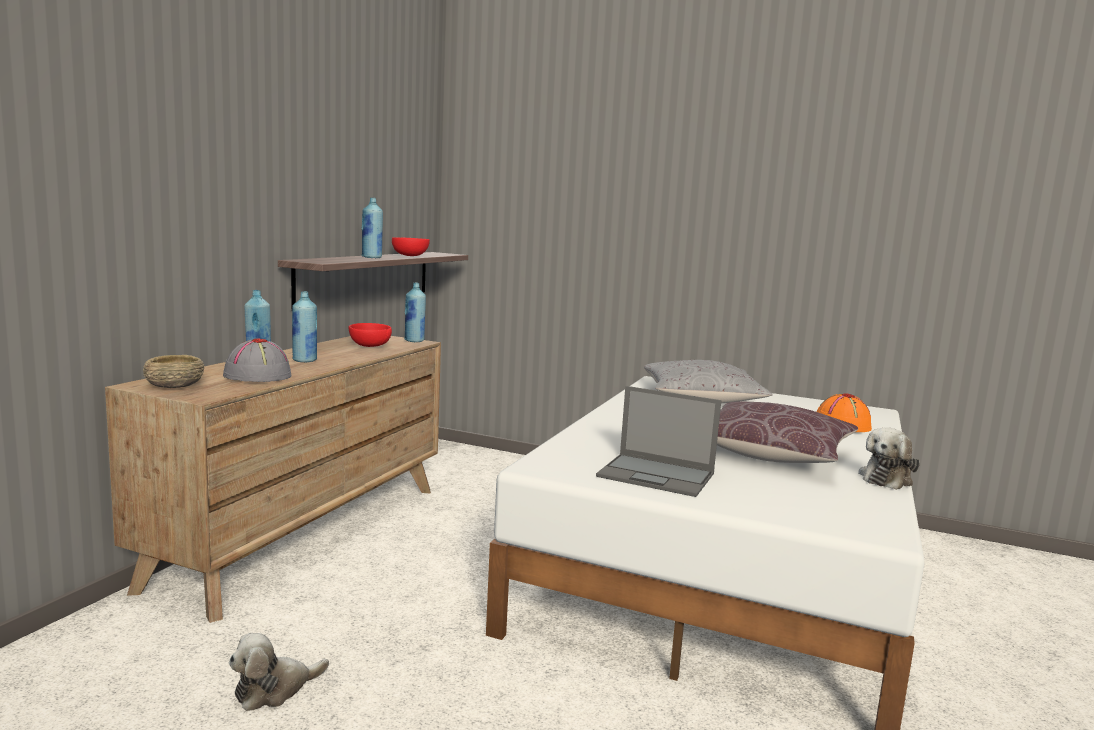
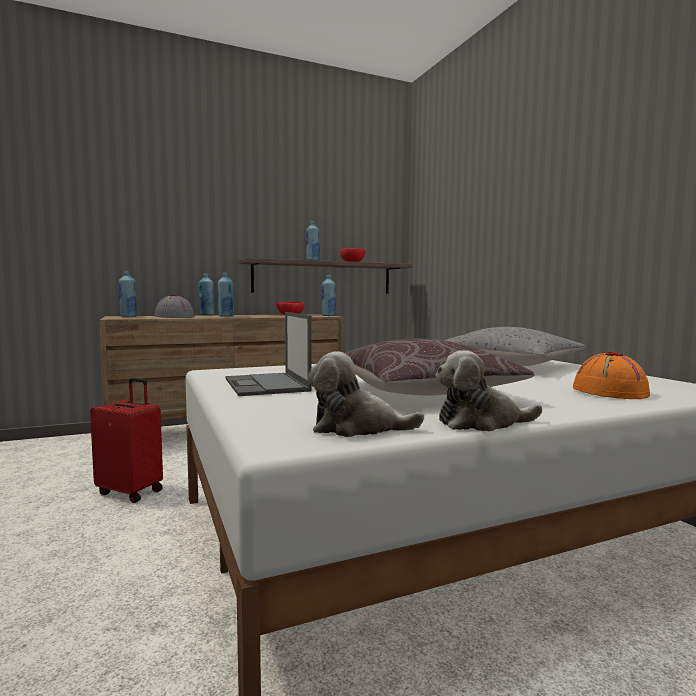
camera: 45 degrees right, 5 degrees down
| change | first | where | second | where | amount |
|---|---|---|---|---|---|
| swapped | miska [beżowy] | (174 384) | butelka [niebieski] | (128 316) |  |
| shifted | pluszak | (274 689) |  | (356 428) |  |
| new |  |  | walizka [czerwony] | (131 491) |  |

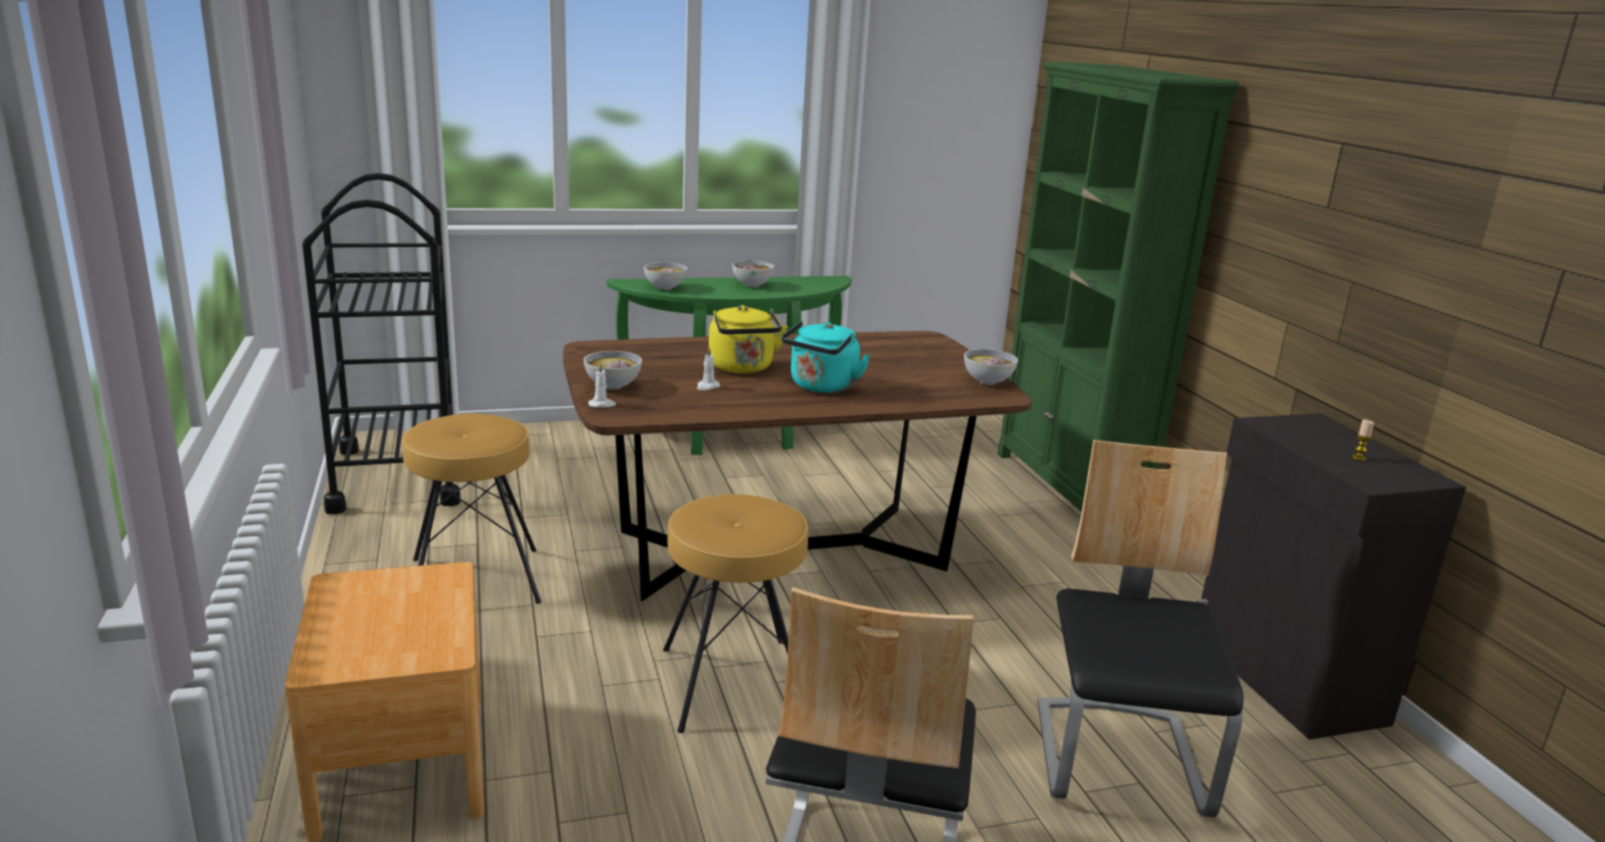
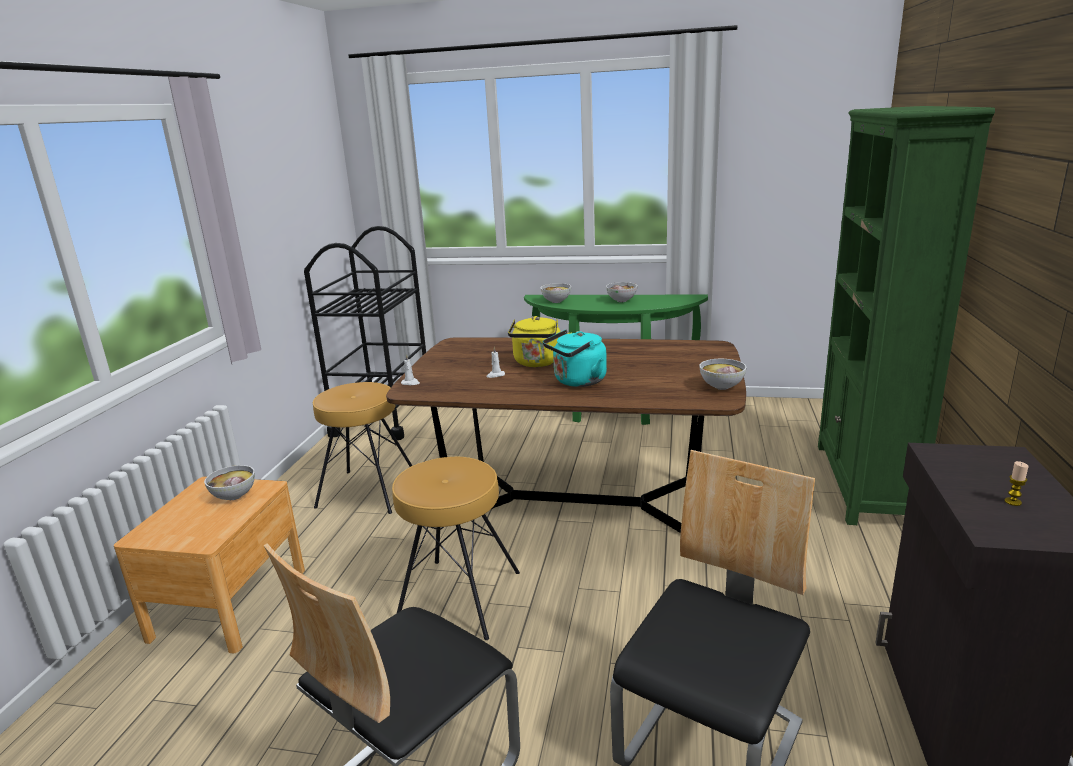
camera: 30 degrees right, 0 degrees up
| change | first | where | second | where | amount |
|---|---|---|---|---|---|
| shifted | miska | (612 386) |  | (234 496) |  |

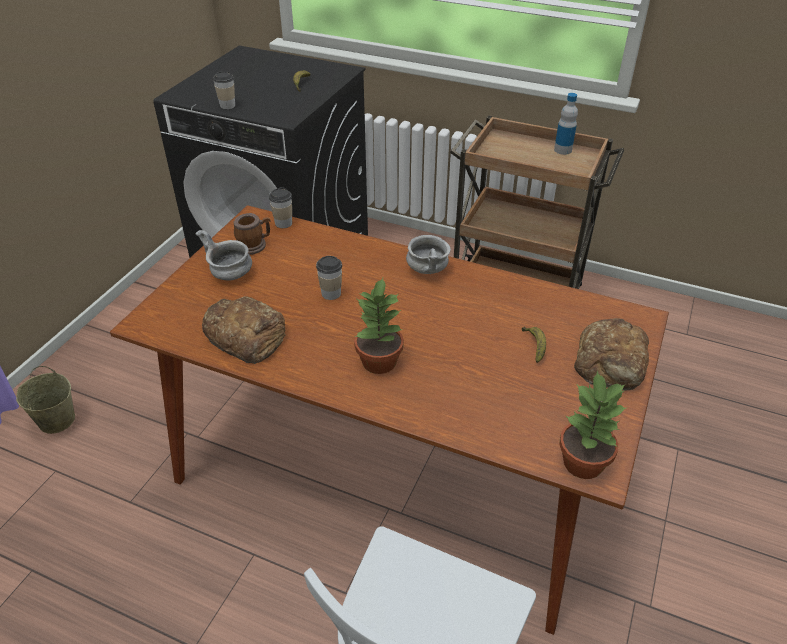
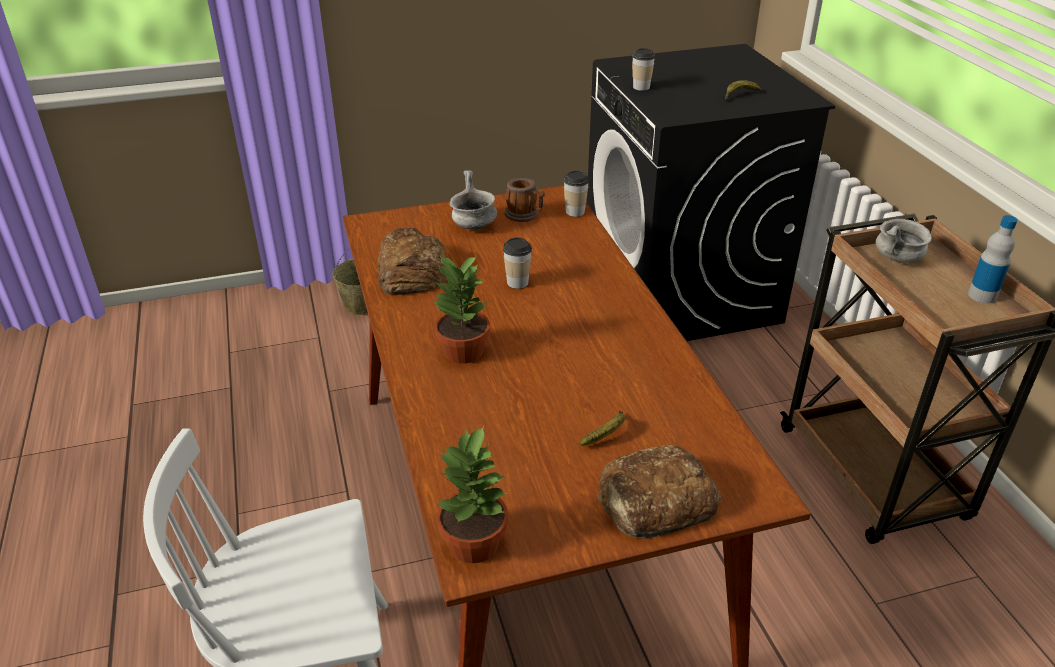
camera: 50 degrees right, 5 degrees down
| change | first | where | second | where | amount |
|---|---|---|---|---|---|
| shifted | miska [szary] | (428 270) |  | (897 259) |  |

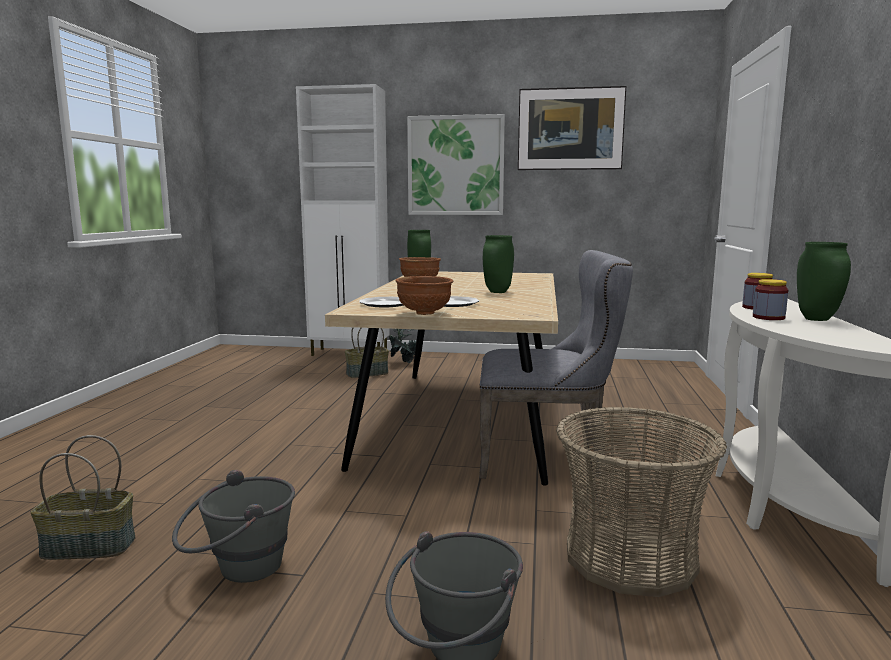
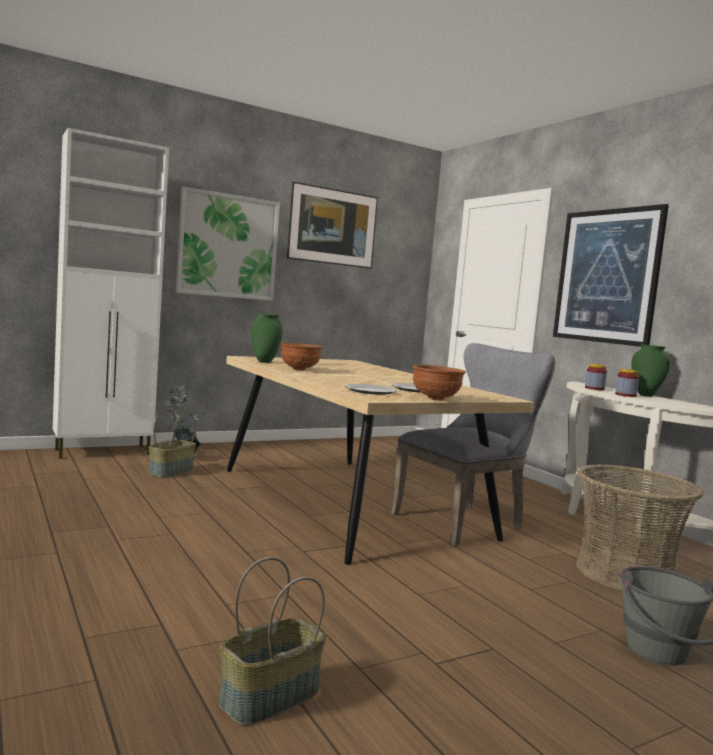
camera: 40 degrees left, 5 degrees down
| change | first | where | second | where | amount |
|---|---|---|---|---|---|
| gone | wiadro [szary] | (238 569) |  |  |  |
| gone | wazon [zielony] | (497 292) |  |  |  |
| new |  |  | obraz | (607 276) |  |

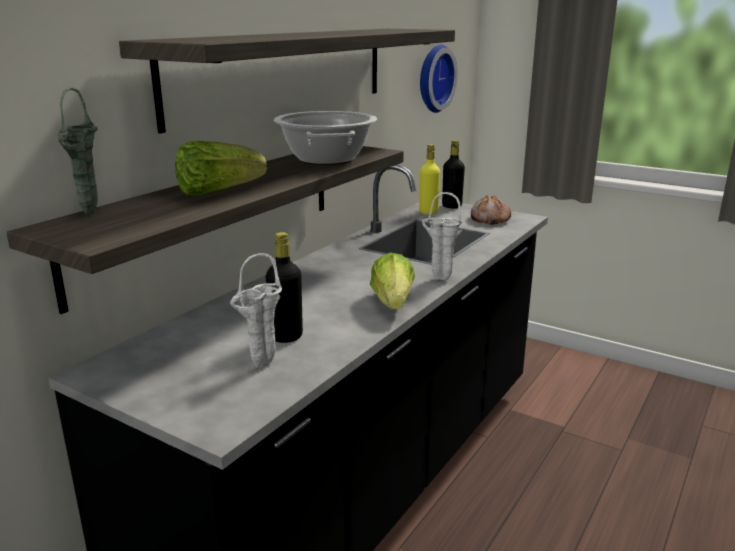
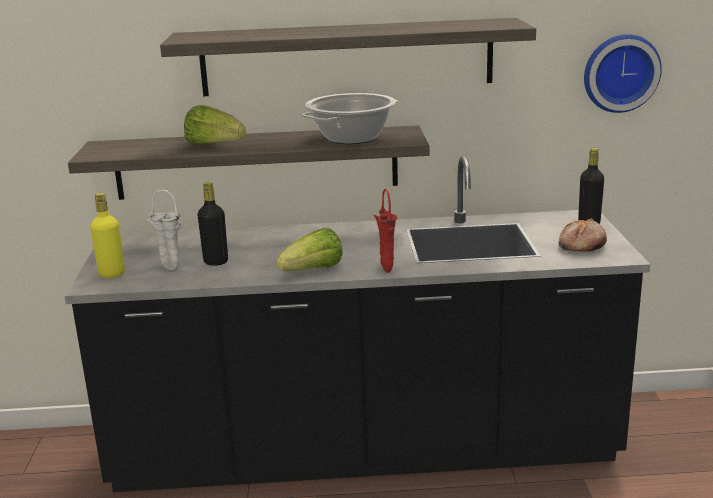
camera: 55 degrees right, 0 degrees up
| change | first | where | second | where | amount |
|---|---|---|---|---|---|
| gone | wazon [zielony] | (89 214) |  |  |  |
| shifted | butelka [żółty] | (428 212) |  | (112 274) |  |
| repainted | wazon [biały] | (439 279) | wazon [czerwony] | (386 270) |  |

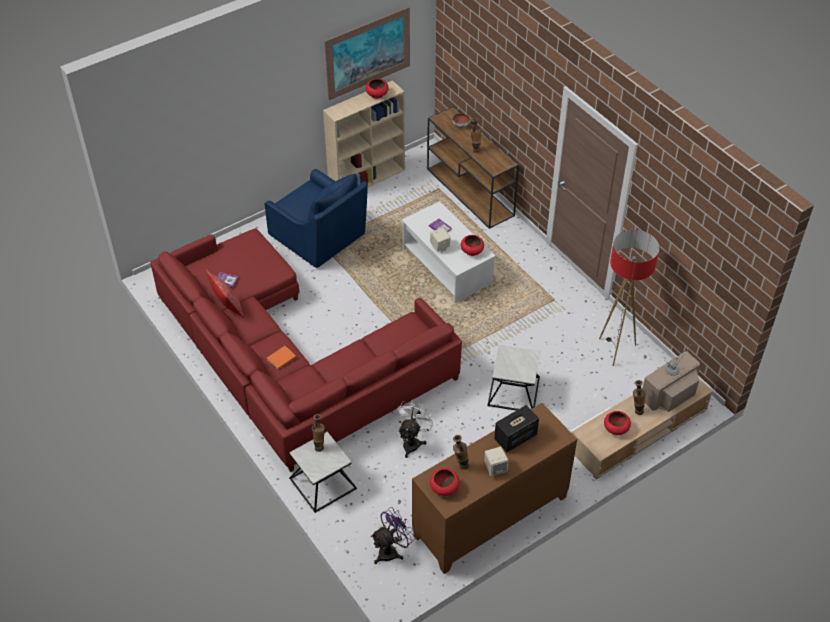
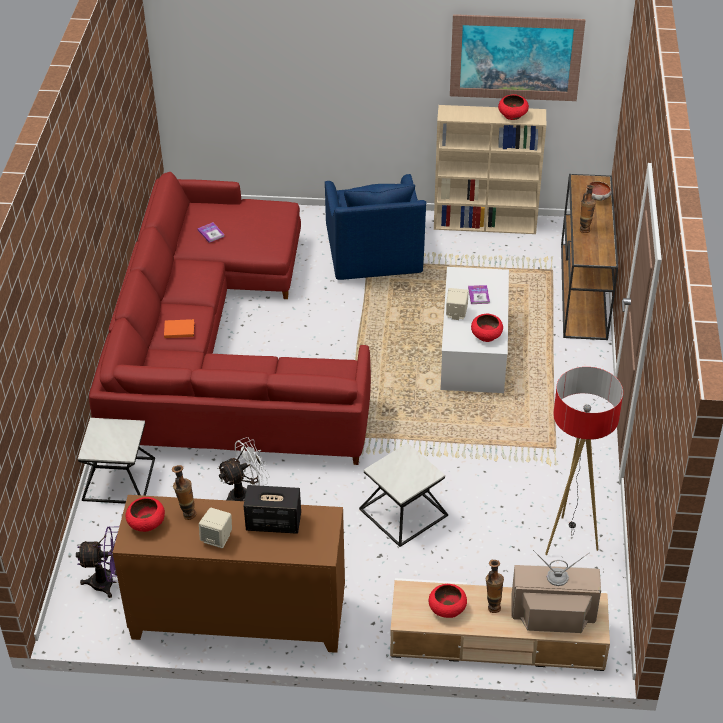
camera: 40 degrees right, 5 degrees down
| change | first | where | second | where | amount |
|---|---|---|---|---|---|
| gone | poduszka | (227 307) |  |  |  |
| gone | wazon | (319 446) |  |  |  |

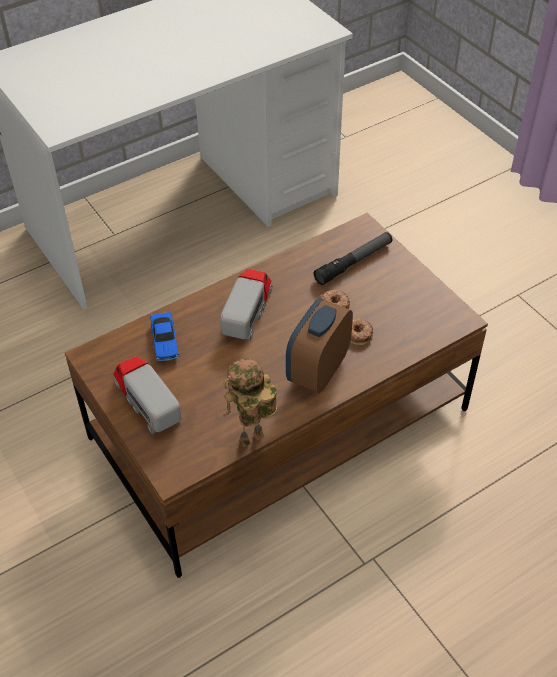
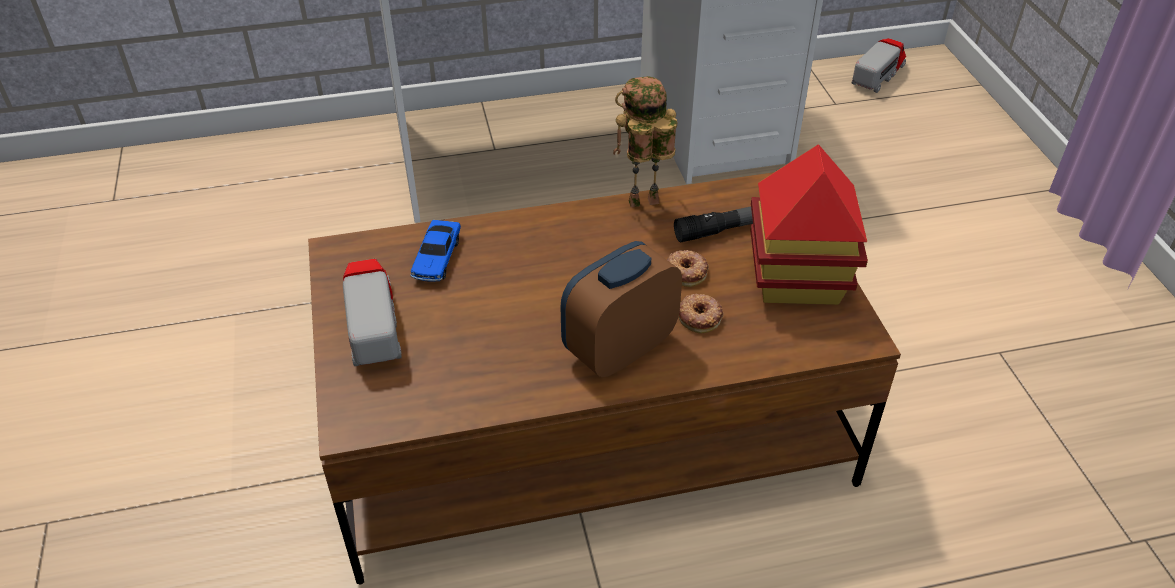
camera: 20 degrees right, 5 degrees down
| change | first | where | second | where | amount |
|---|---|---|---|---|---|
| shifted | ciężarówka zabawkowa | (247 311) |  | (878 75) |  |
| shifted | robot zabawkowy | (251 442) |  | (642 205) |  |
| new |  |  | domek | (797 280) |  |

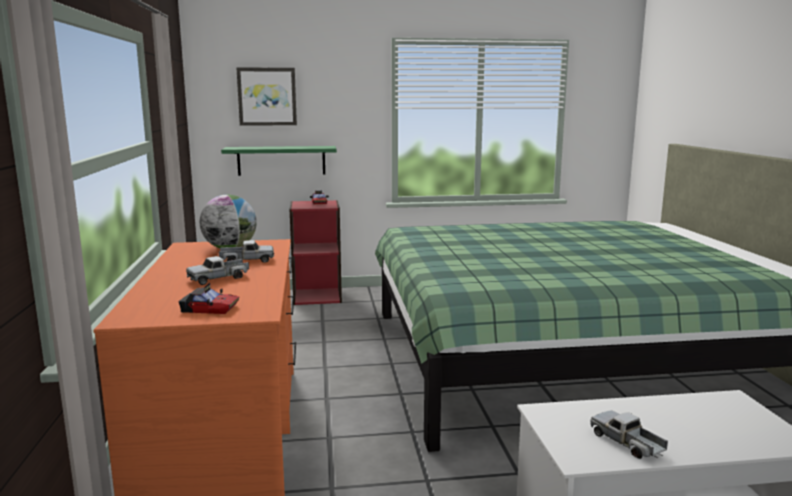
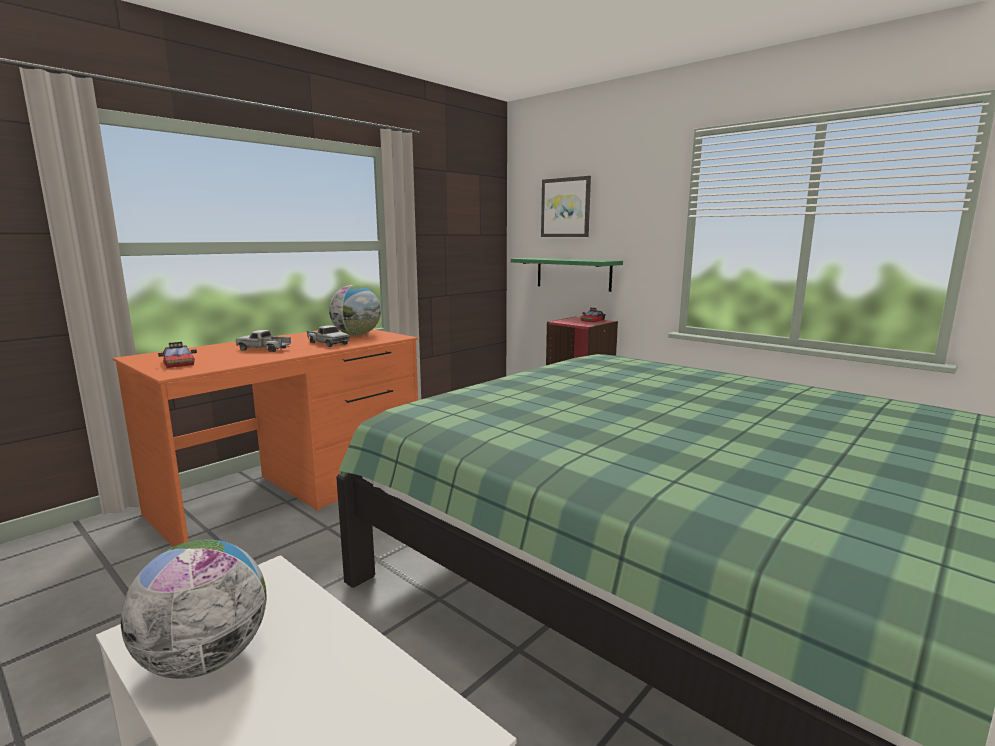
camera: 50 degrees right, 0 degrees up
| change | first | where | second | where | amount |
|---|---|---|---|---|---|
| swapped | ciężarówka zabawkowa | (627 443) | globus | (205 659) |  |

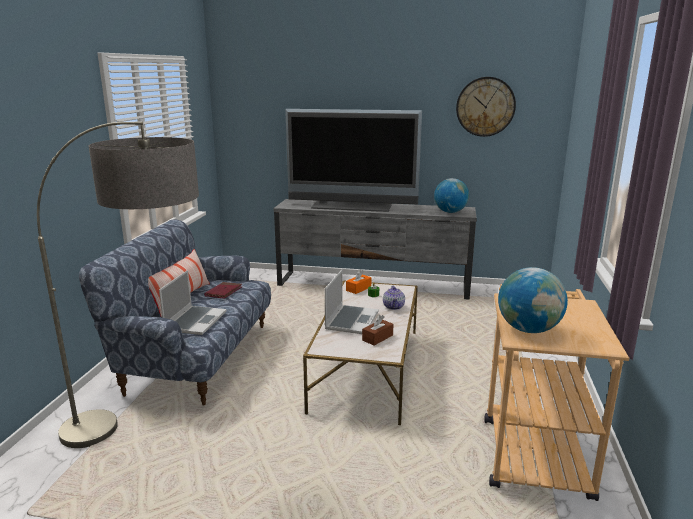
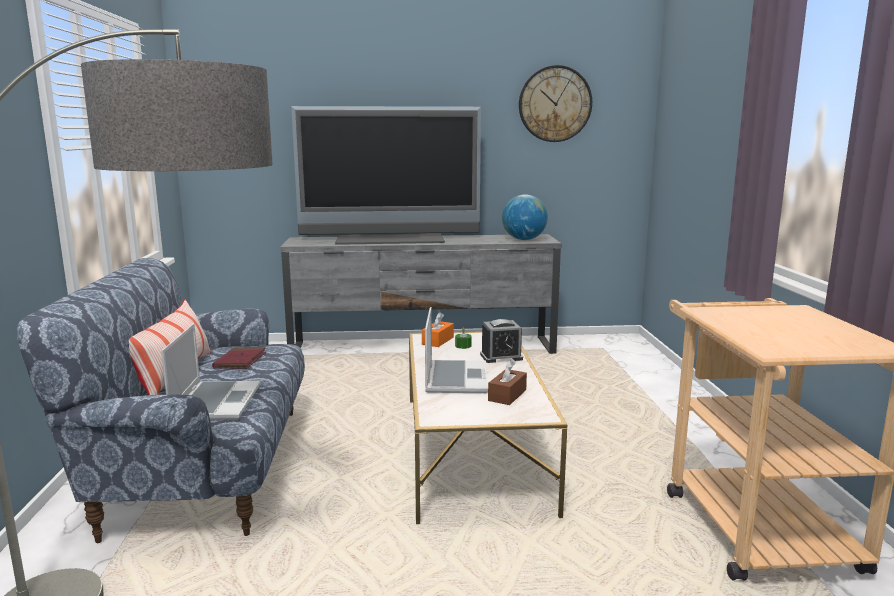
camera: 15 degrees left, 5 degrees down
| change | first | where | second | where | amount |
|---|---|---|---|---|---|
| swapped | imbryk | (393 306) | budzik | (501 357) |  |
| gone | globus | (528 329) |  |  |  |

